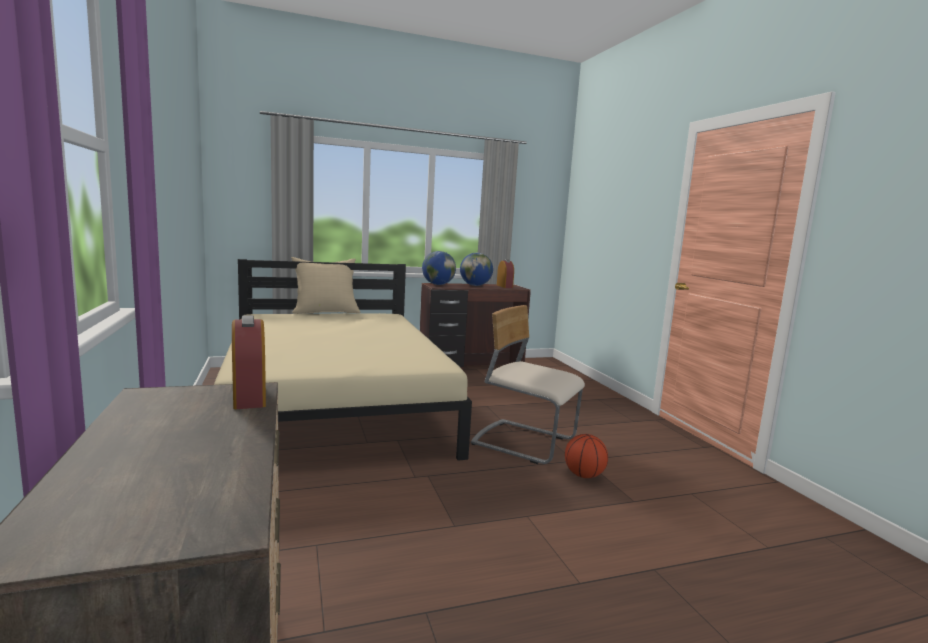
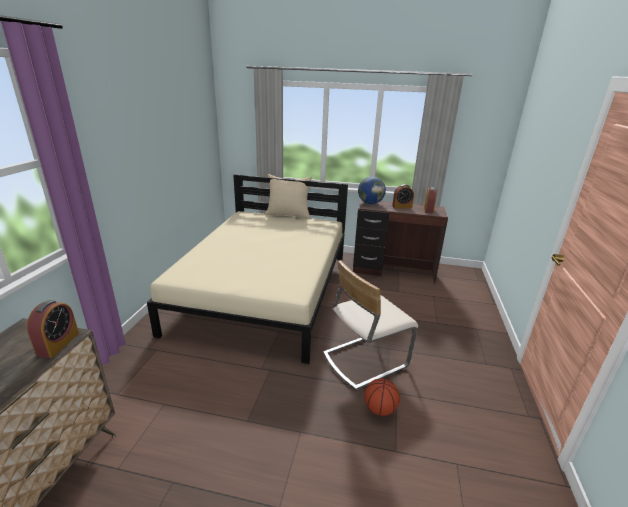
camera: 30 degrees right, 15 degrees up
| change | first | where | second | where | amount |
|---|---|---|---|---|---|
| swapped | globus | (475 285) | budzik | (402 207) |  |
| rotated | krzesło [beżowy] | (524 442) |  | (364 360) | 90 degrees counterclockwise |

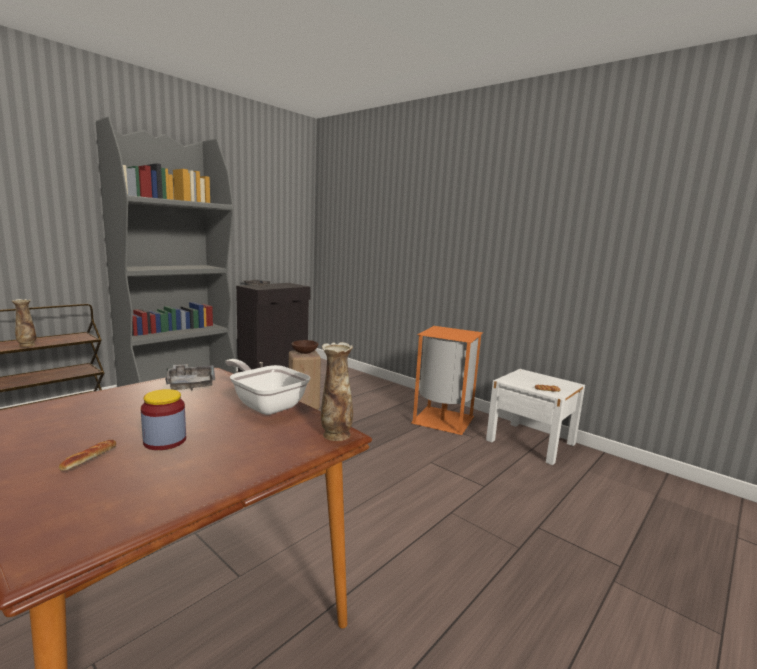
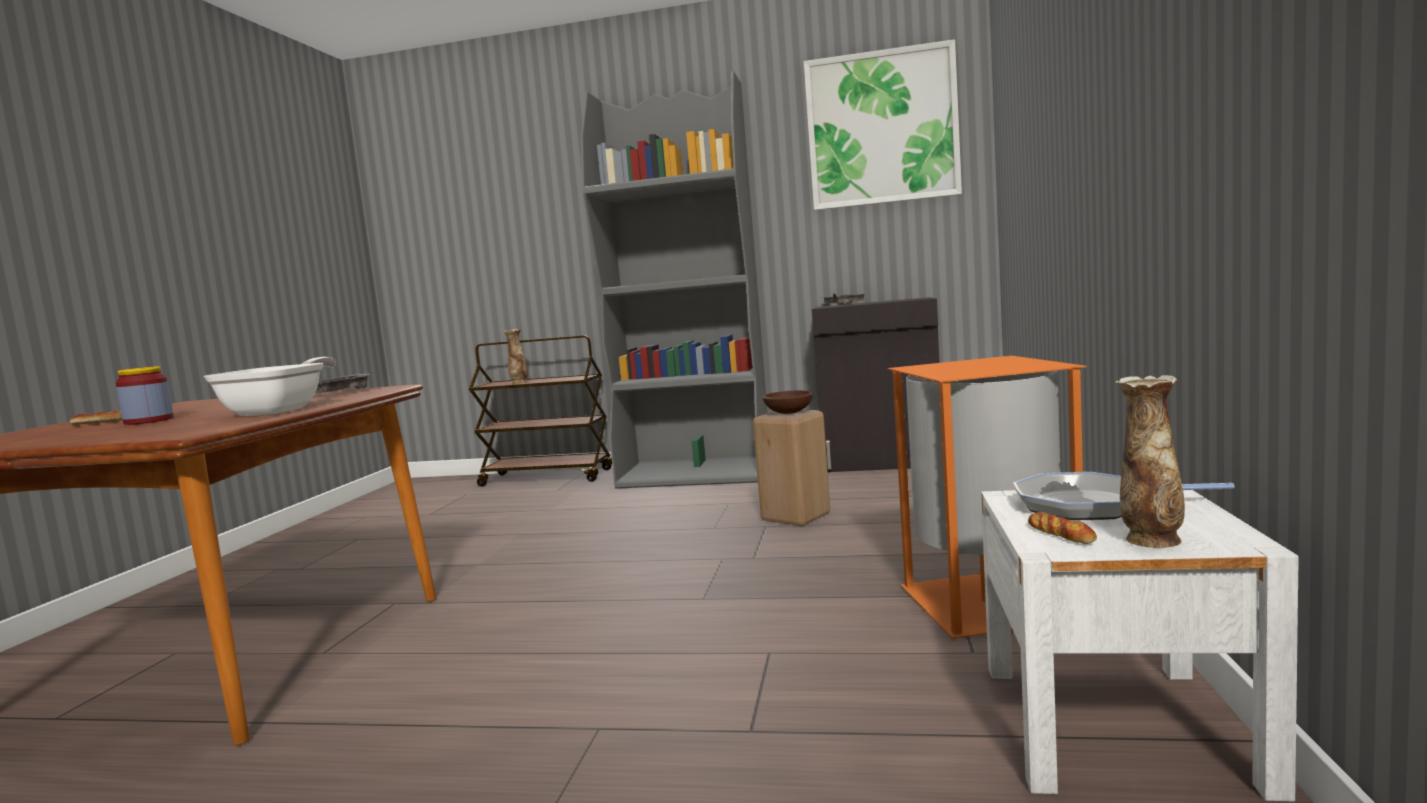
camera: 60 degrees right, 5 degrees down
| change | first | where | second | where | amount |
|---|---|---|---|---|---|
| shifted | wazon | (335 435) |  | (1150 540) |  |
| new |  |  | obraz | (882 128) |  |
| new |  |  | patelnia | (1090 505) |  |

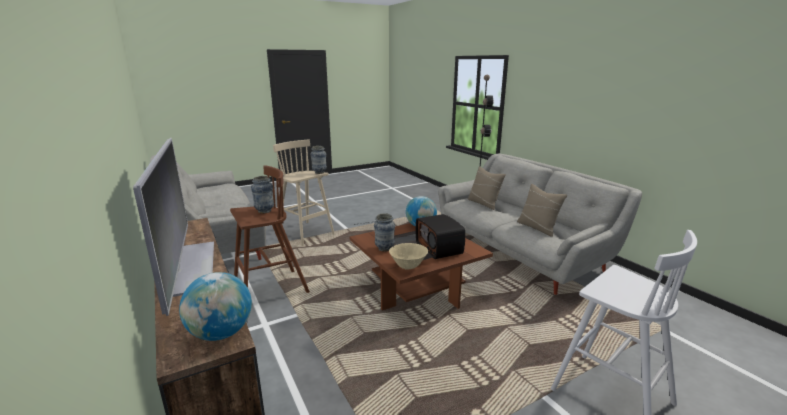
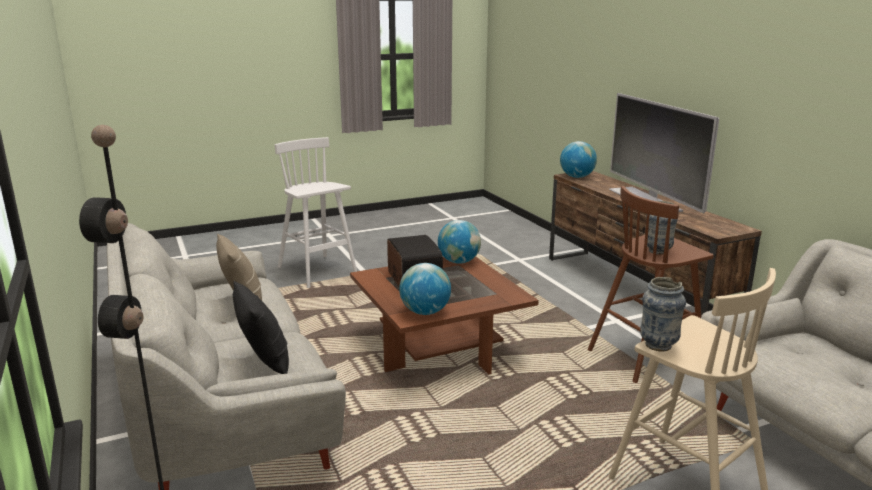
camera: 175 degrees left, 0 degrees up
| change | first | where | second | where | amount |
|---|---|---|---|---|---|
| gone | wazon | (384 248) |  |  |  |
| swapped | miska [beżowy] | (408 267) | globus | (459 262) |  |
| repainted | poduszka [beżowy] | (484 203) | poduszka [czarny] | (265 360) |  |

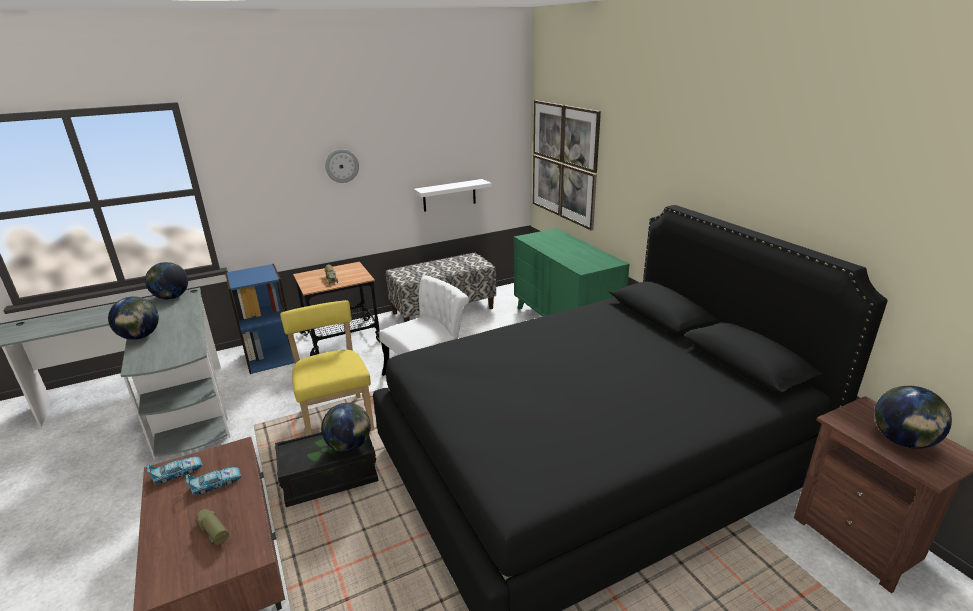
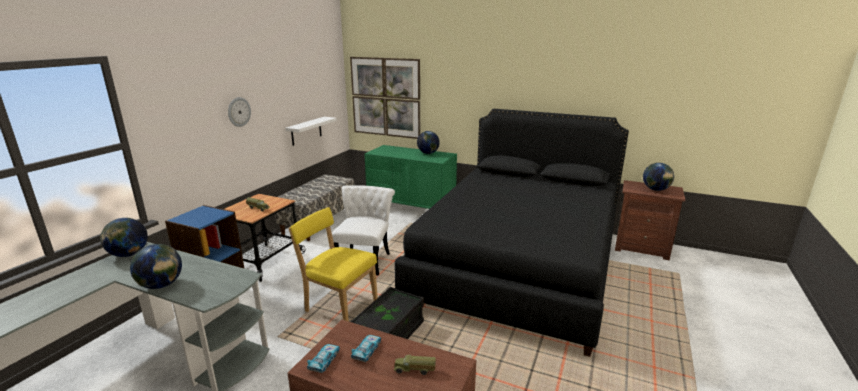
camera: 40 degrees left, 5 degrees down
| change | first | where | second | where | amount |
|---|---|---|---|---|---|
| shifted | globus | (349 446) |  | (428 153) |  |

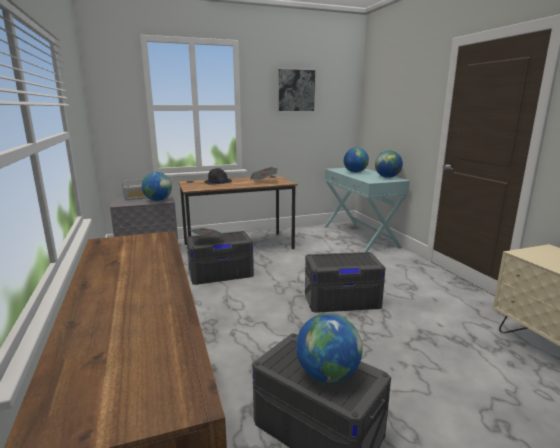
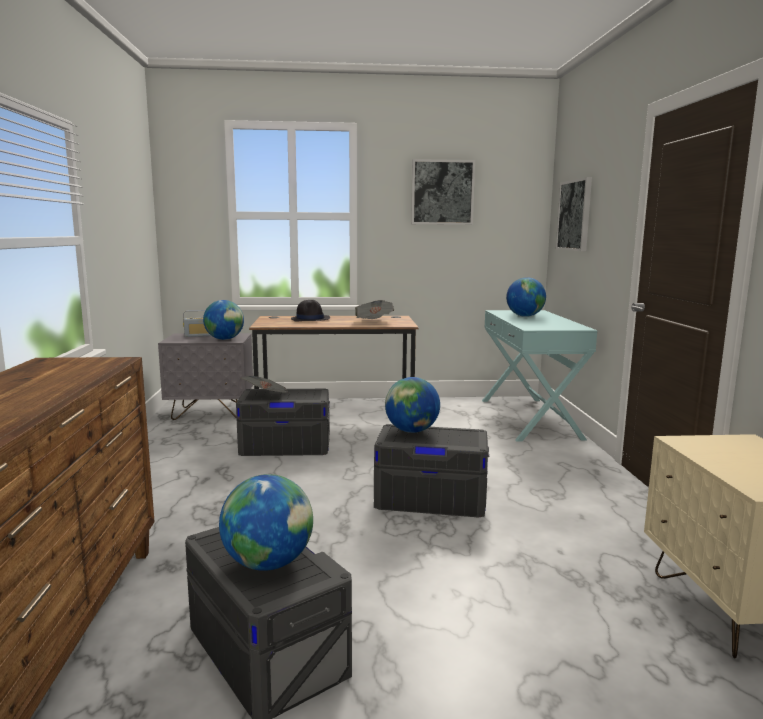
camera: 15 degrees right, 5 degrees down
| change | first | where | second | where | amount |
|---|---|---|---|---|---|
| shifted | globus | (387 177) |  | (412 431) |  |
| new |  |  | obraz | (575 215) |  |

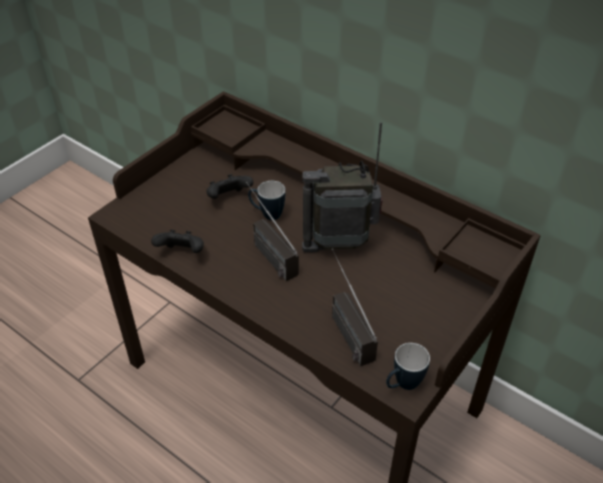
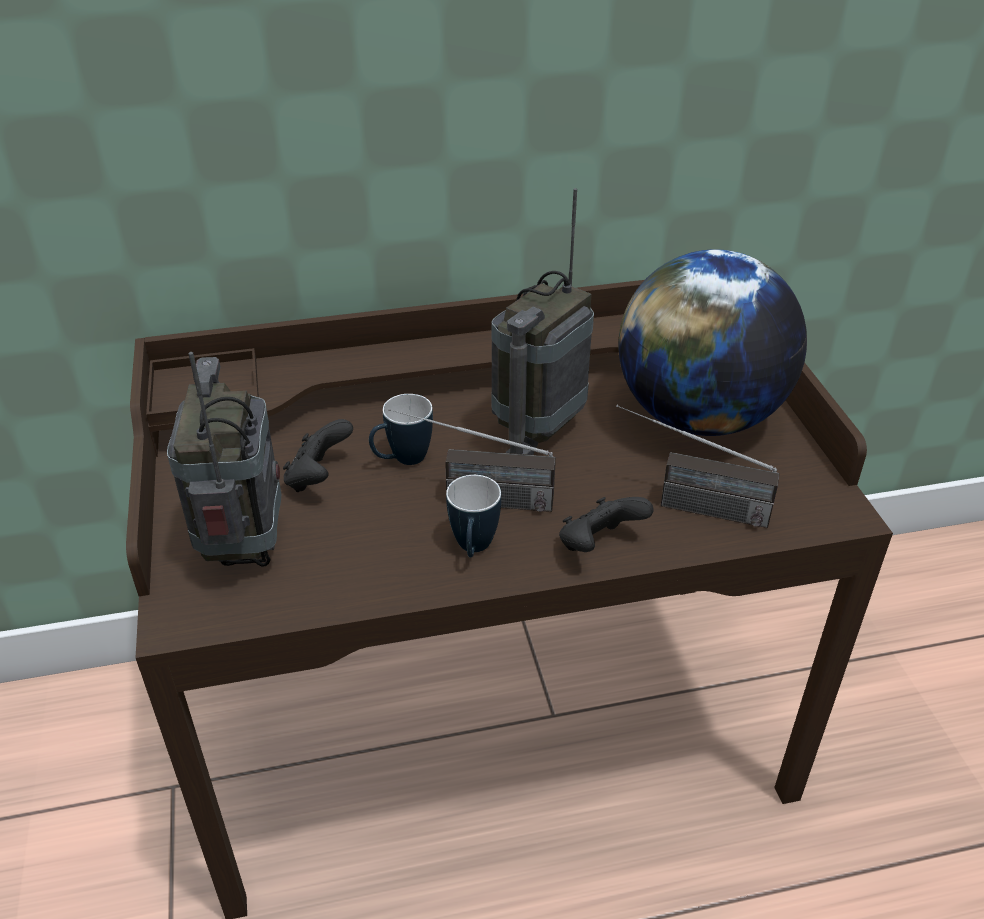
camera: 50 degrees left, 5 degrees down
| change | first | where | second | where | amount |
|---|---|---|---|---|---|
| shifted | pad do gier [czarny] | (182 253) |  | (598 545) |  |
| shifted | kubek | (402 385) |  | (473 550) |  |
| new |  |  | radio | (244 546) |  |
| new |  |  | globus | (698 417) |  |

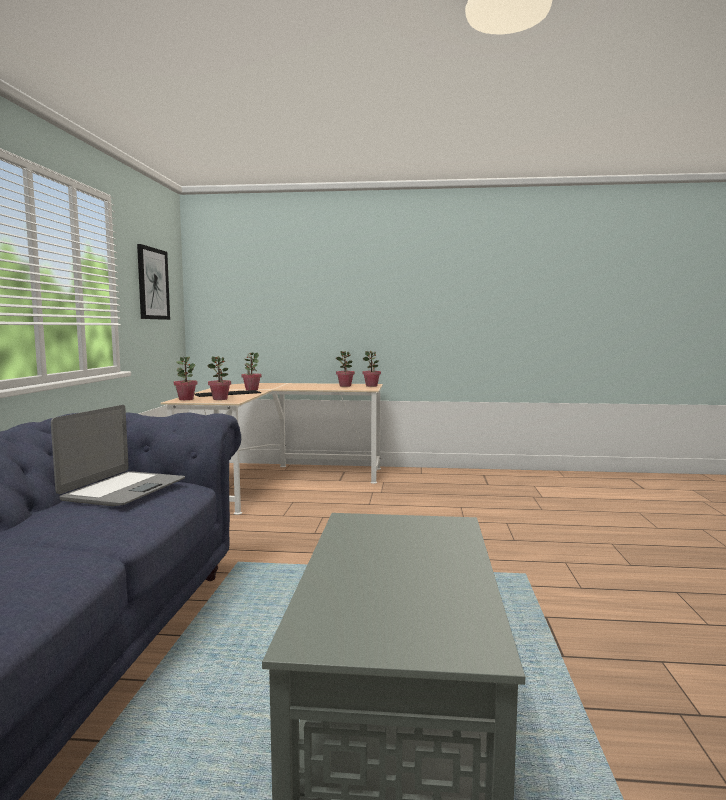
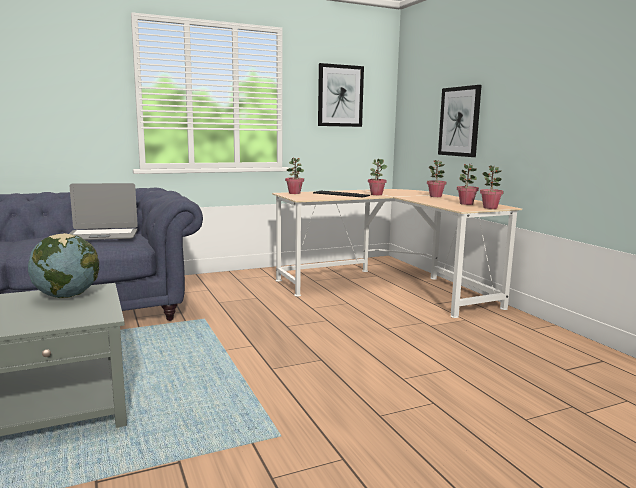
camera: 60 degrees right, 5 degrees up
| change | first | where | second | where | amount |
|---|---|---|---|---|---|
| shifted | roślina doniczkowa | (220 399) |  | (435 196) |  |
| new |  |  | globus | (67 296) |  |
| new |  |  | obraz | (459 121) |  |

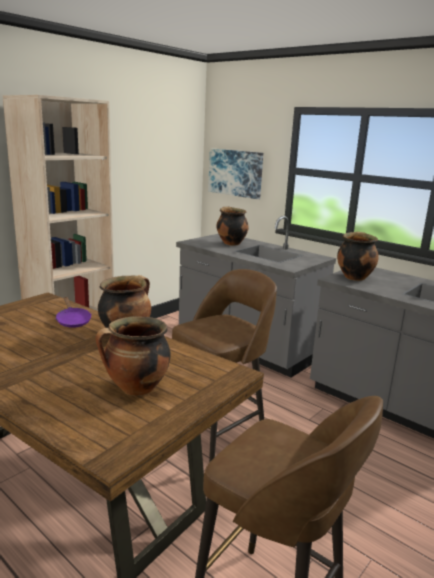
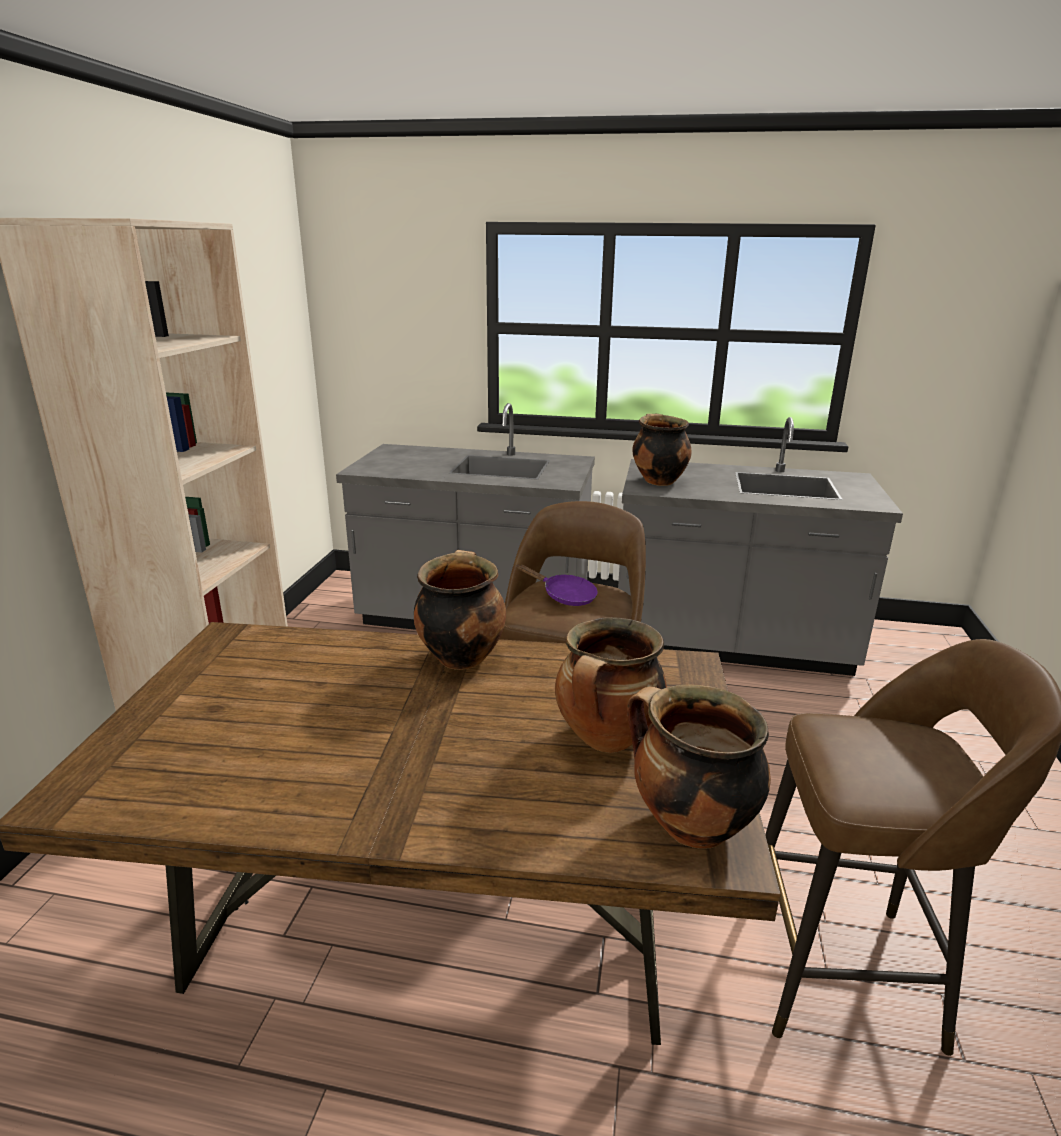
camera: 30 degrees left, 5 degrees up
| change | first | where | second | where | amount |
|---|---|---|---|---|---|
| shifted | patelnia [fioletowy] | (73 321) |  | (564 596) |  |
| gone | obraz | (235 173) |  |  |  |
| shifted | garnek | (230 243) |  | (689 825) |  |

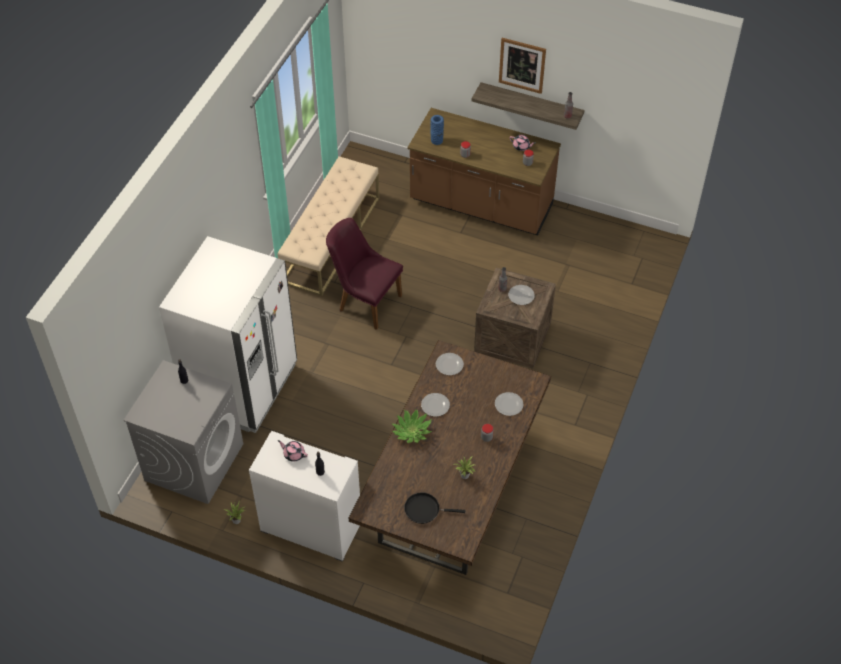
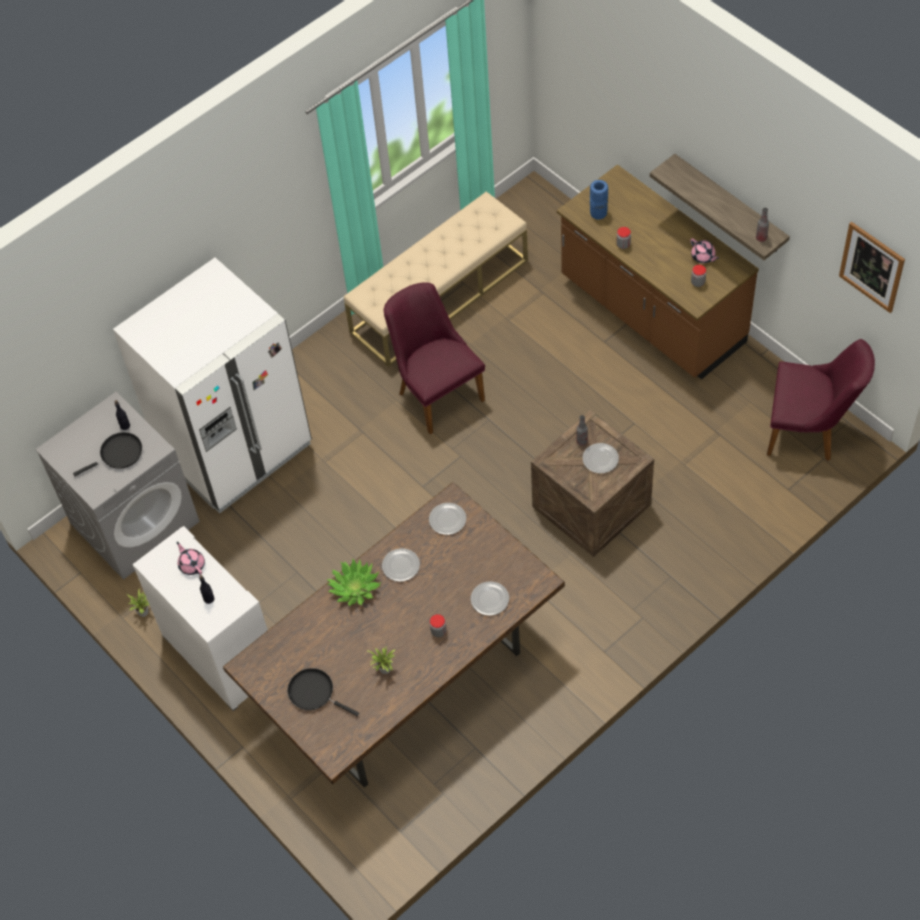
camera: 30 degrees right, 5 degrees up
| change | first | where | second | where | amount |
|---|---|---|---|---|---|
| shifted | obraz | (522 65) |  | (872 267) |  |
| new |  |  | patelnia [czarny] | (118 454) |  |
| new |  |  | krzesło [fioletowy] | (809 432) |  |

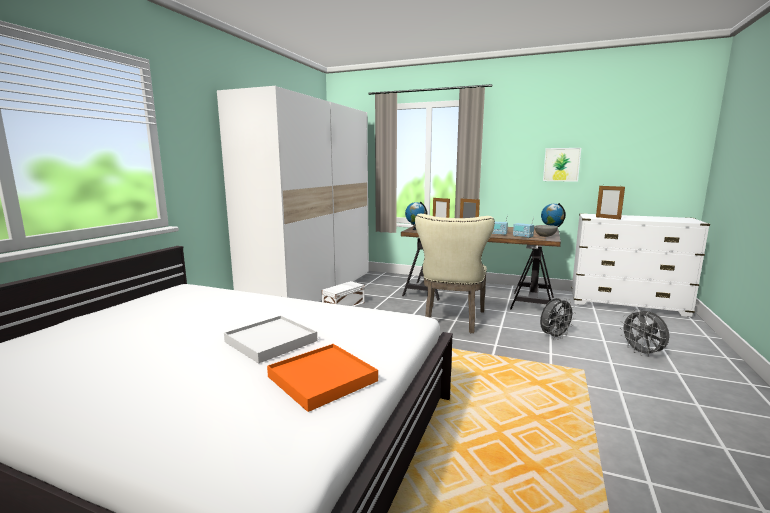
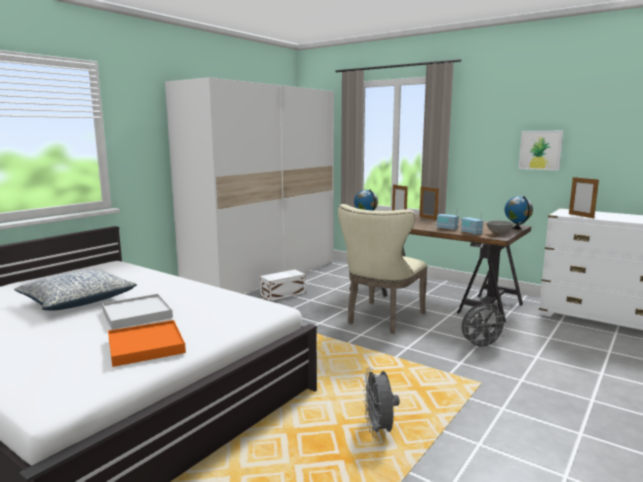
camera: 15 degrees right, 0 degrees up
| change | first | where | second | where | amount |
|---|---|---|---|---|---|
| shifted | wentylator [szary] | (642 353) |  | (379 430) |  |
| new |  |  | poduszka | (78 301) |  |

